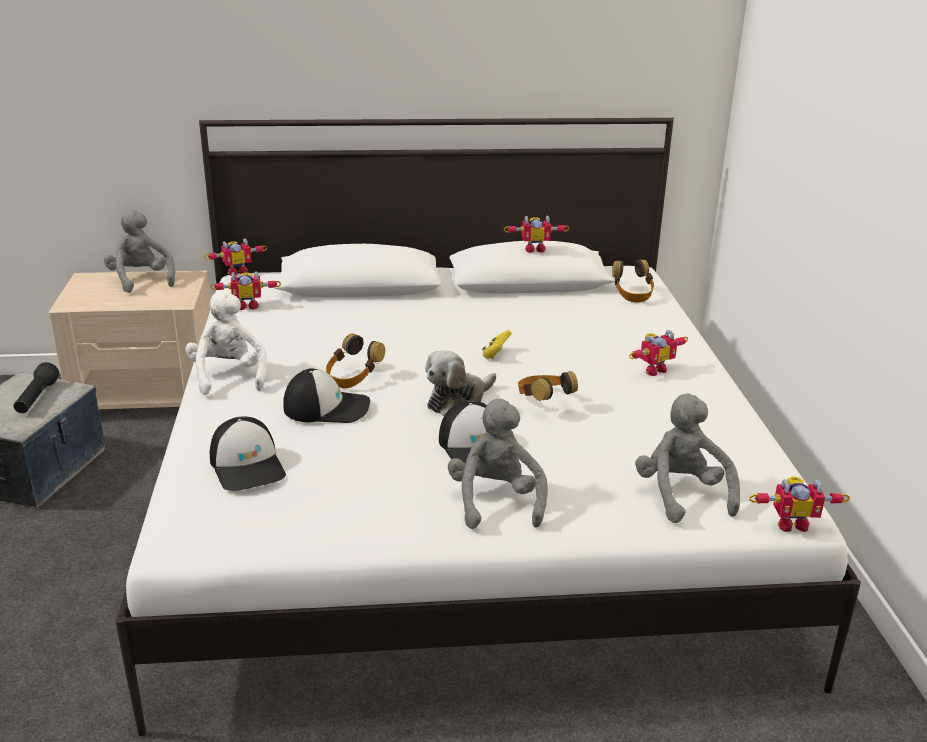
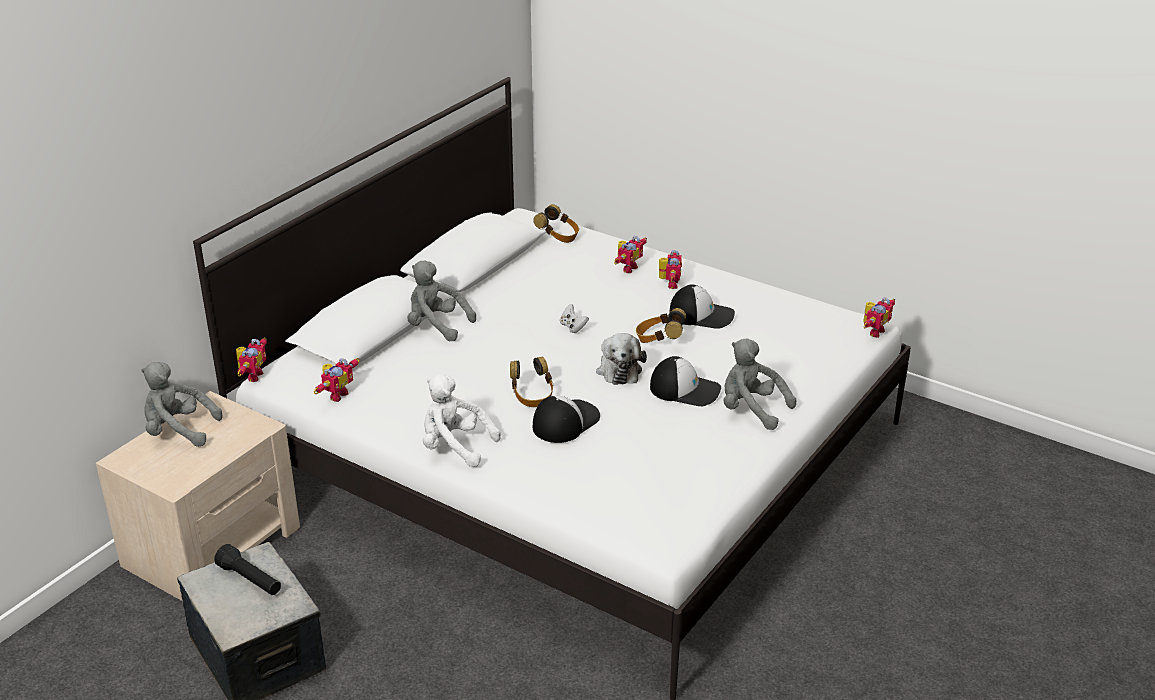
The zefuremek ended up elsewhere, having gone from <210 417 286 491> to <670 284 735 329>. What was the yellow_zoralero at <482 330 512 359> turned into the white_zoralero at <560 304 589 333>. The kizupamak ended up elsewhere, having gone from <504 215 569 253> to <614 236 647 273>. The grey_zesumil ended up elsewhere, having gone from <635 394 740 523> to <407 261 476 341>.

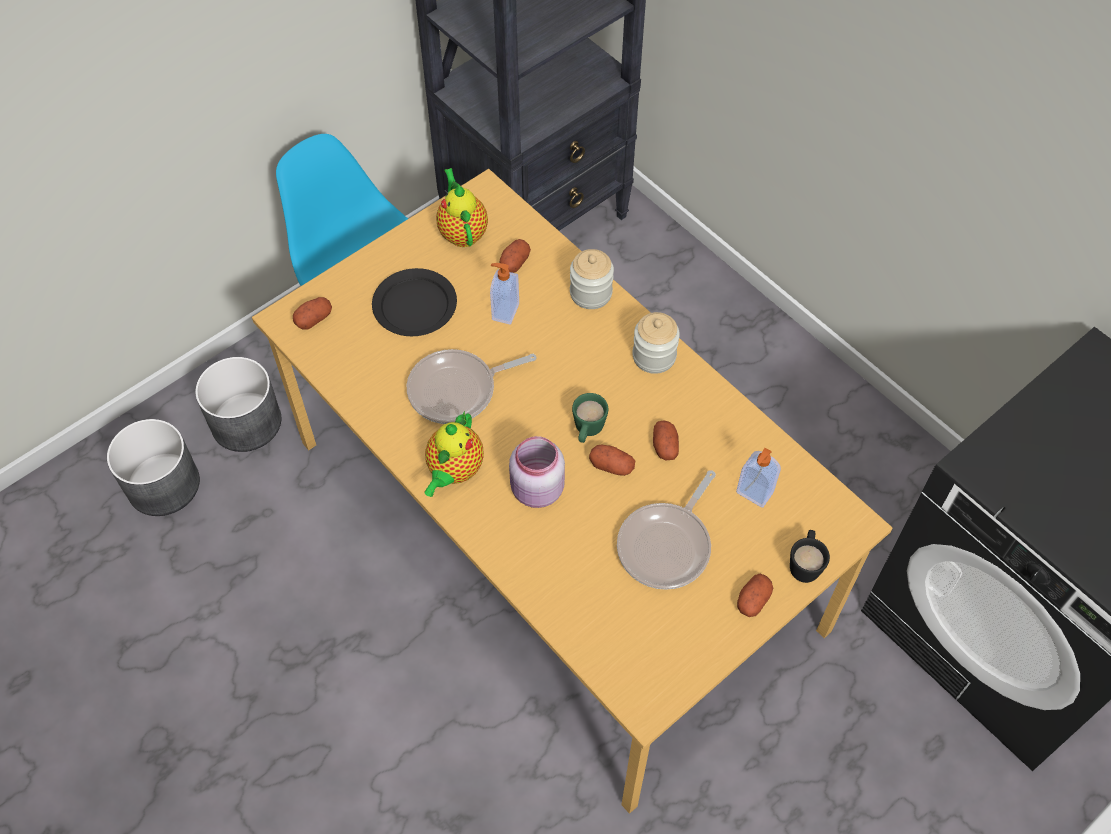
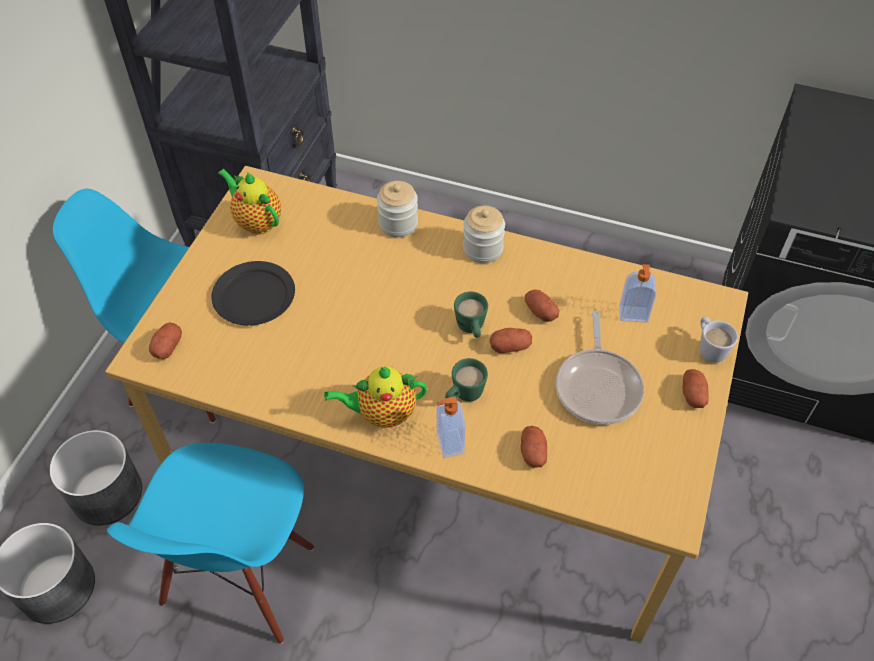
The second view lost the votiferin at <407 349 537 424>. The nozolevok at <424 411 484 497> ended up facing another way, 90 degrees clockwise from before. The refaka ended up elsewhere, having gone from <490 263 519 325> to <436 397 466 458>. The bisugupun ended up elsewhere, having gone from <500 239 531 273> to <521 426 547 468>. Where the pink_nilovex stood at <509 436 565 508>, the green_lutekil came to stand at <445 358 488 402>. What was the black_lutekil at <790 530 830 583> turned into the white_lutekil at <700 317 738 363>. The second view gained the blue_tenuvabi at <107 443 314 644>.

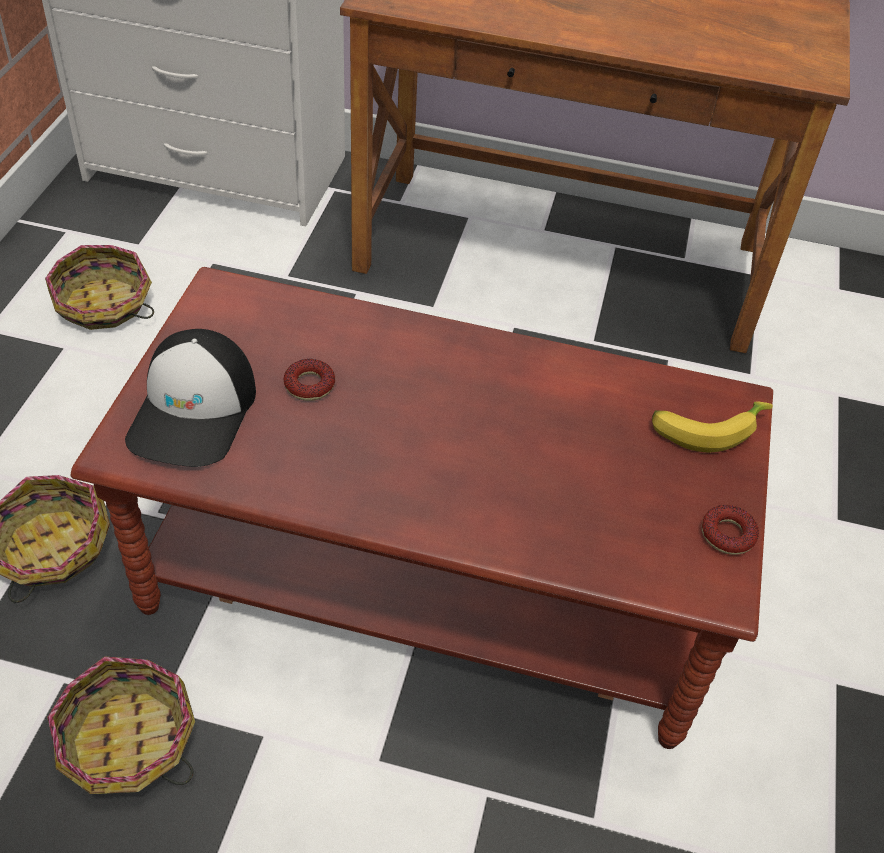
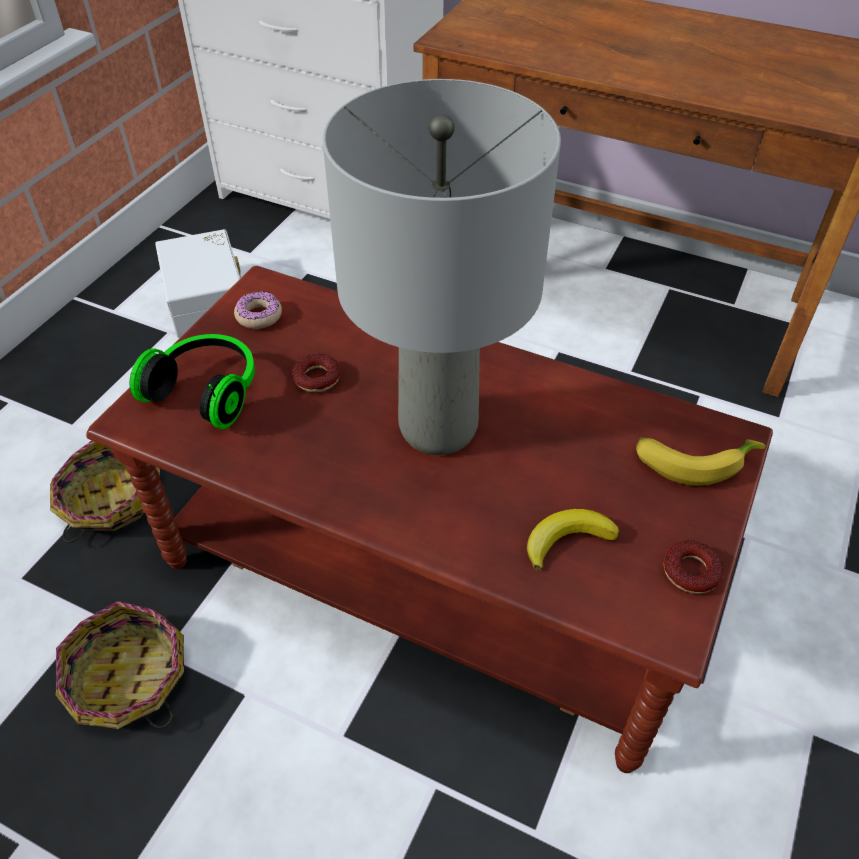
Where the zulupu stood at <45 245 154 330>, the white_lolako came to stand at <155 229 241 338>. Where the zefuremek stood at <125 329 256 467>, the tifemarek came to stand at <130 334 255 429>. The second view gained the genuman at <234 291 282 329>. The second view gained the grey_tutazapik at <323 79 561 455>. The second view gained the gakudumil at <527 509 619 571>.

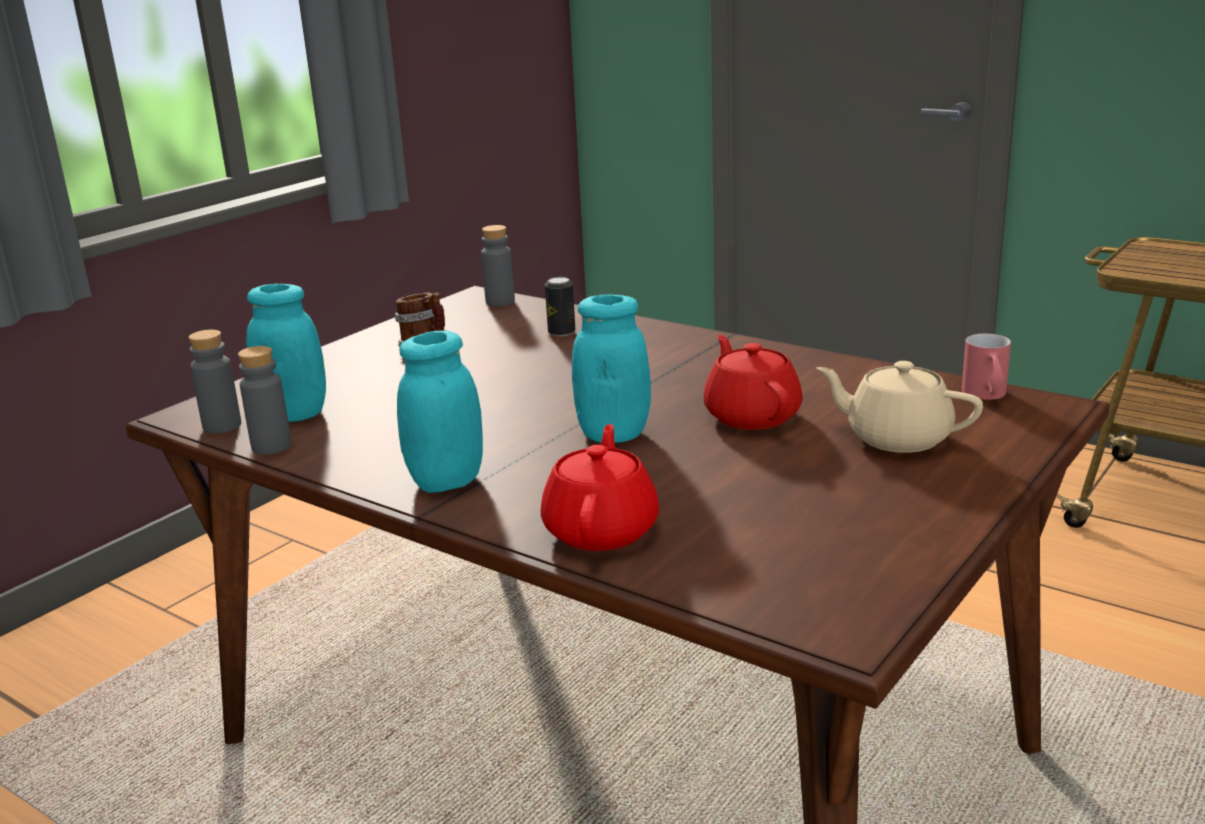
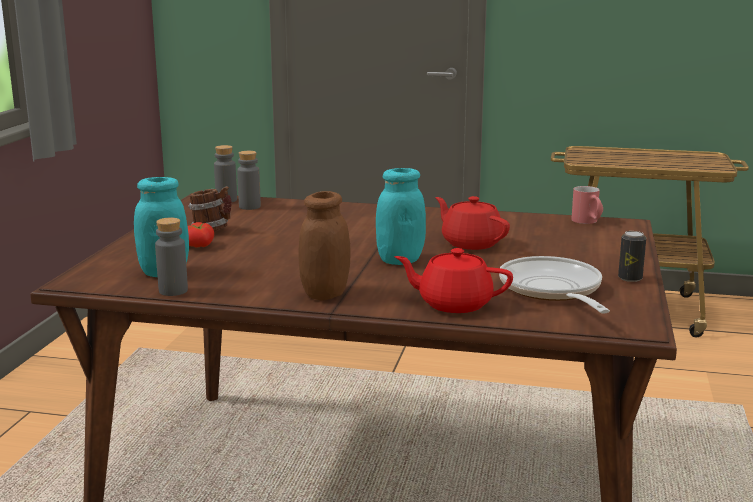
The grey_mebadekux ended up elsewhere, having gone from <188 330 241 433> to <237 151 261 210>. What was the turquoise_nilovex at <397 331 483 493> turned into the brown_nilovex at <298 191 351 301>. The red_nozolevok at <541 424 659 551> ended up facing another way, 60 degrees counterclockwise from before. The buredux ended up elsewhere, having gone from <545 277 575 336> to <618 231 646 282>. The second view lost the beige_nozolevok at <816 361 983 453>. The second view gained the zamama at <188 222 214 248>. The second view gained the votiferin at <499 256 610 314>.

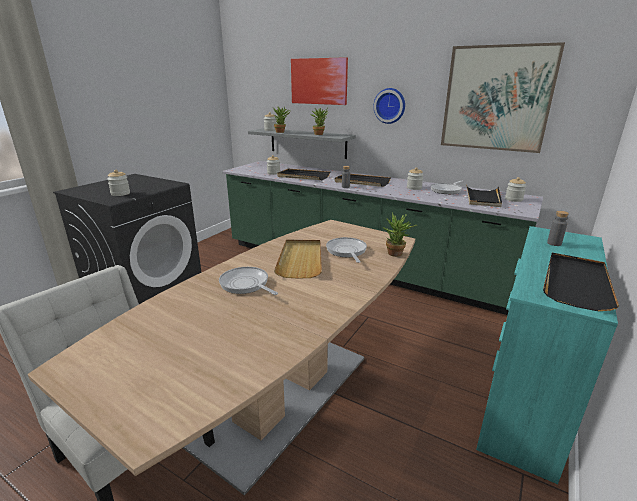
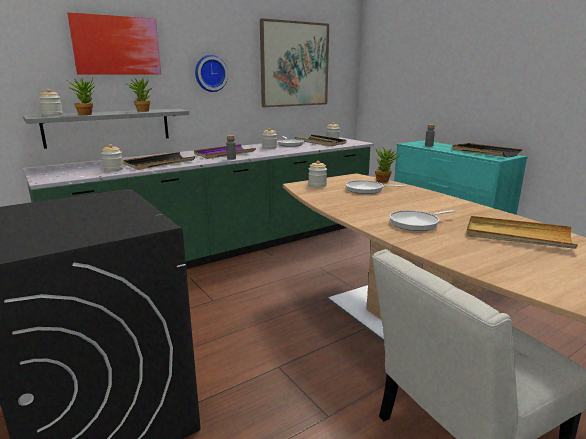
The nilovex ended up elsewhere, having gone from <107 170 130 196> to <308 160 327 187>. The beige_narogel ended up elsewhere, having gone from <274 240 322 279> to <466 216 578 249>. What was the black_narogel at <335 174 391 187> turned into the purple_narogel at <194 144 256 159>.

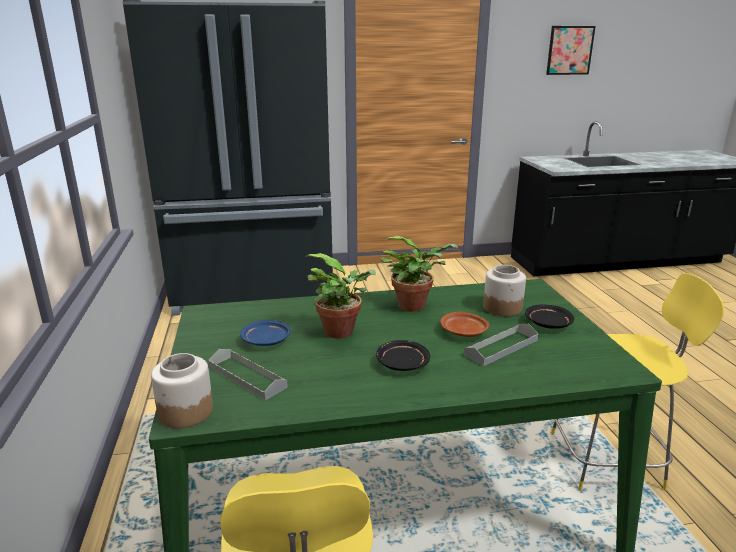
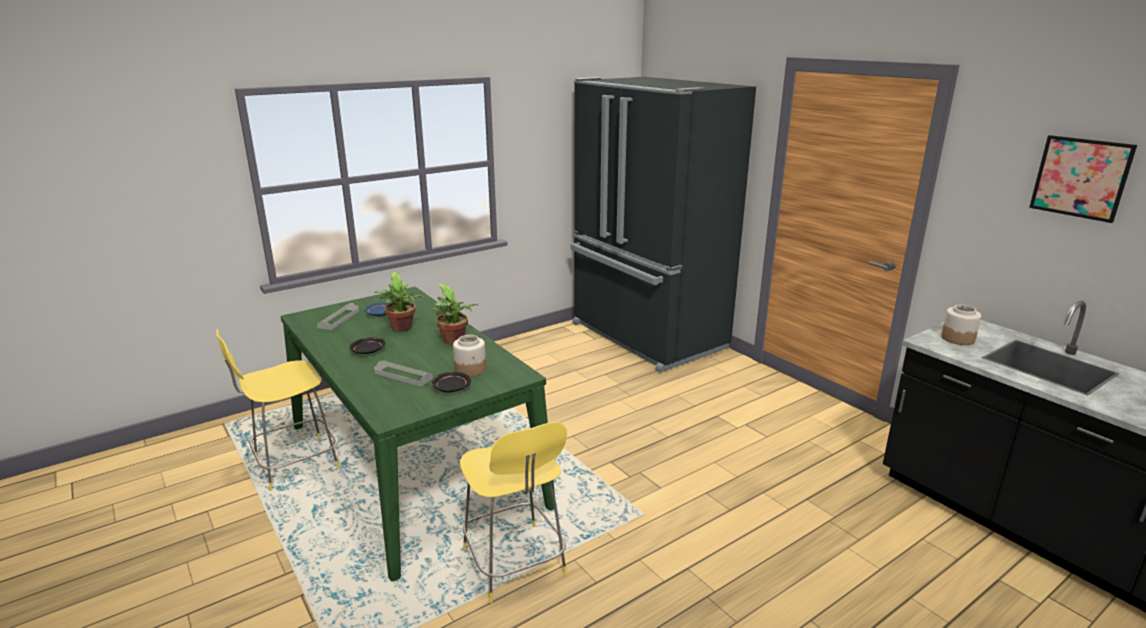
The nilovex ended up elsewhere, having gone from <151 353 213 428> to <941 305 981 345>. The second view lost the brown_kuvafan at <440 312 490 337>.

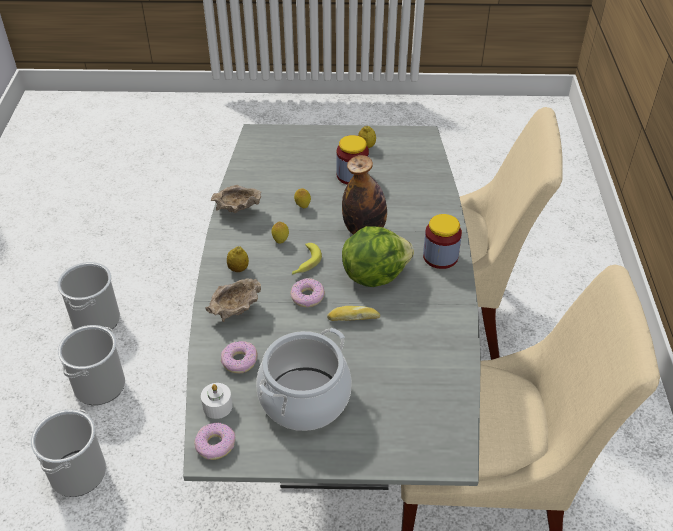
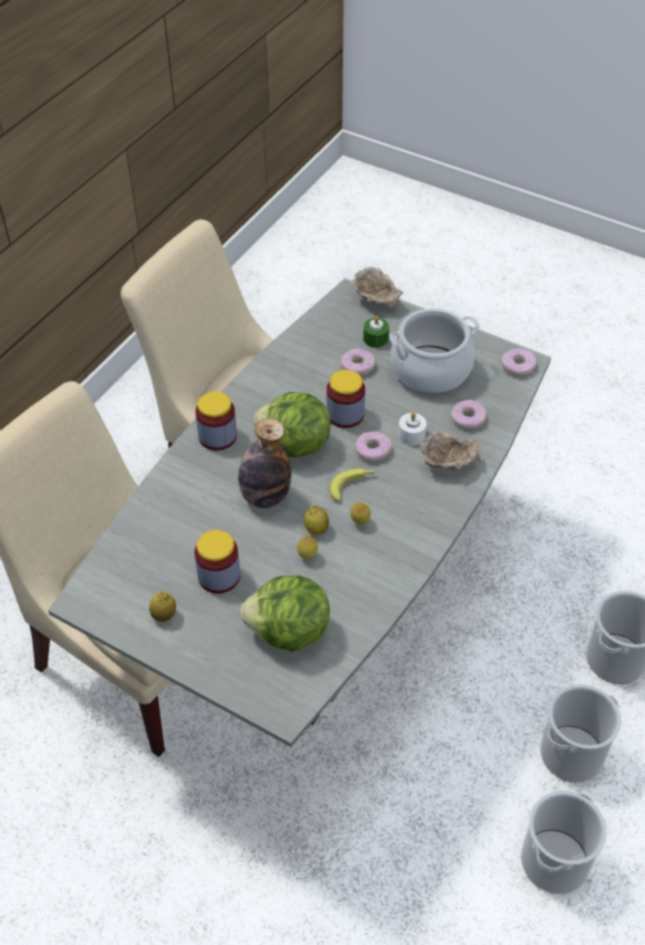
The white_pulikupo ended up elsewhere, having gone from <201 383 233 419> to <398 412 427 445>. The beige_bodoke ended up elsewhere, having gone from <211 185 261 213> to <352 267 403 308>. The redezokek ended up elsewhere, having gone from <227 246 249 272> to <304 505 329 535>. Where the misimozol stood at <327 306 380 321>, the nilovex came to stand at <327 370 365 428>. The second view gained the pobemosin at <240 575 330 652>. The second view gained the genuman at <341 349 376 375>. The second view gained the green_pulikupo at <363 316 389 348>.

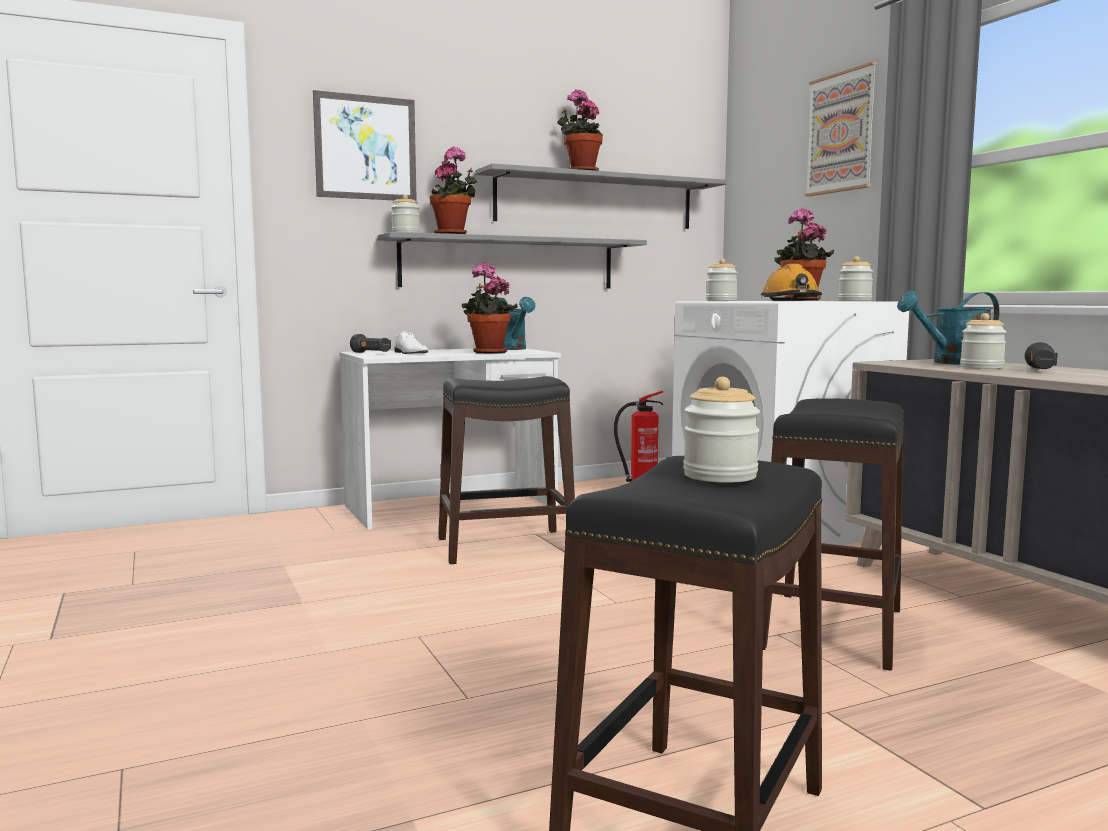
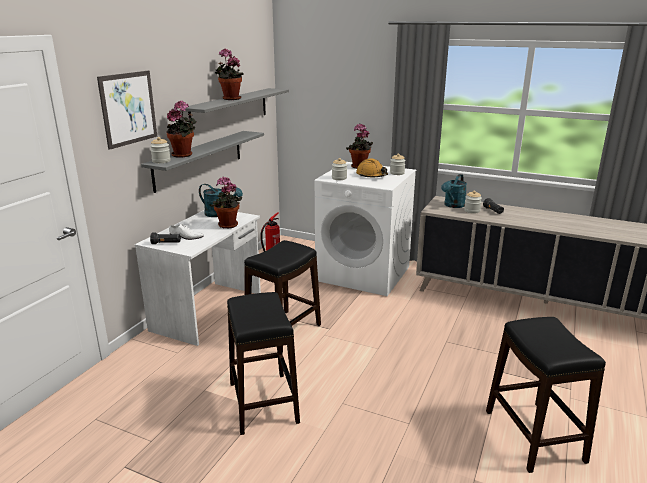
The second view lost the nilovex at <683 377 760 483>. The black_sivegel ended up elsewhere, having gone from <763 398 904 671> to <227 292 300 435>. The second view lost the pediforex at <805 61 877 196>.

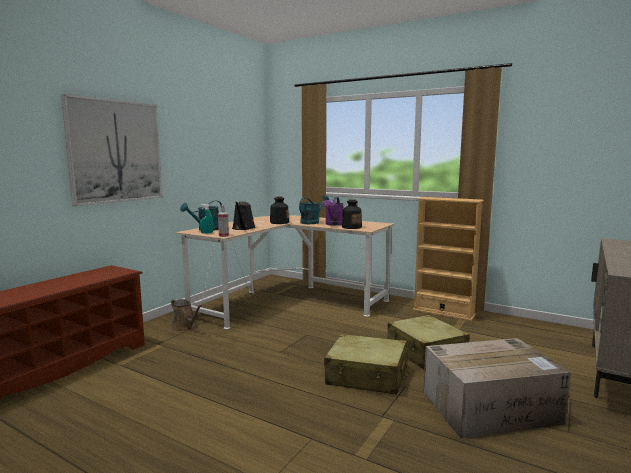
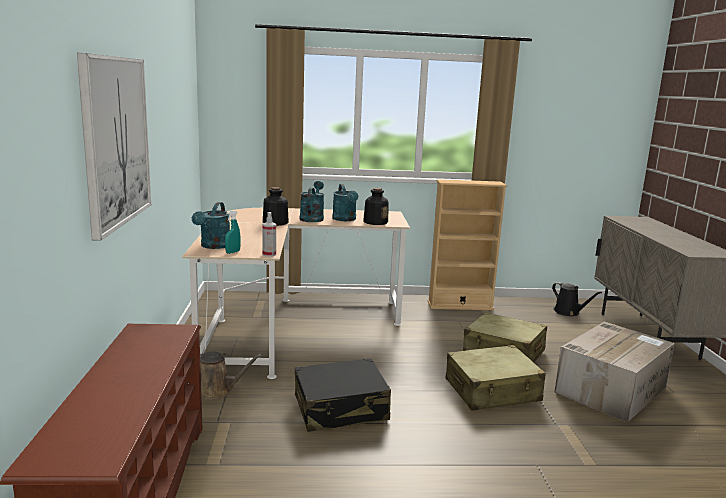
The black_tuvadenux ended up elsewhere, having gone from <232 201 256 230> to <552 282 602 316>. What was the purple_tuvadenux at <323 197 344 226> turned into the turquoise_tuvadenux at <332 184 358 221>. The second view gained the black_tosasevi at <295 358 391 432>.

